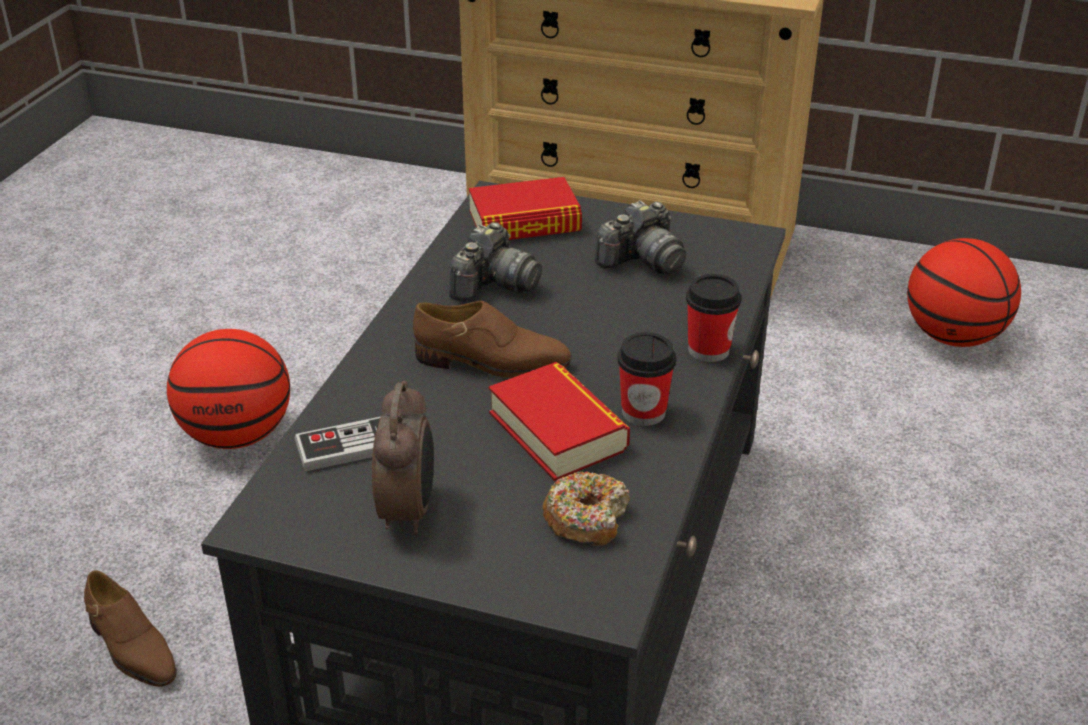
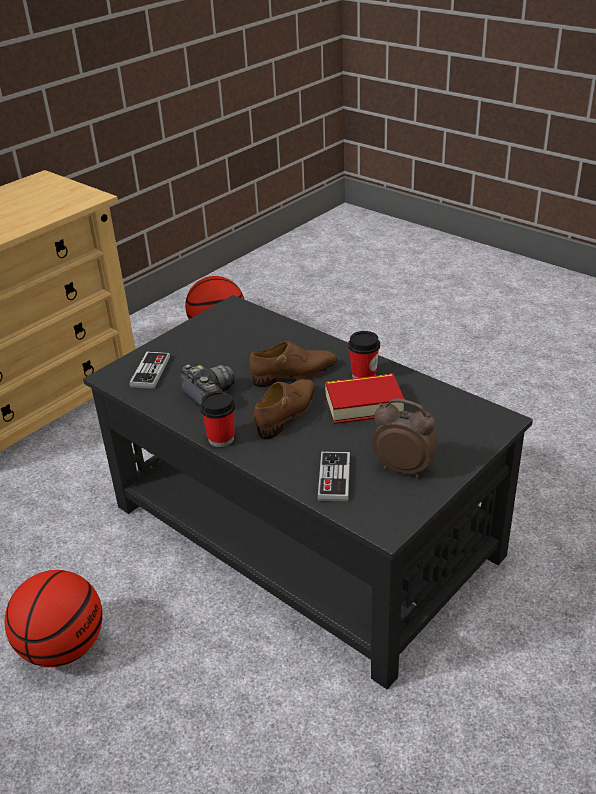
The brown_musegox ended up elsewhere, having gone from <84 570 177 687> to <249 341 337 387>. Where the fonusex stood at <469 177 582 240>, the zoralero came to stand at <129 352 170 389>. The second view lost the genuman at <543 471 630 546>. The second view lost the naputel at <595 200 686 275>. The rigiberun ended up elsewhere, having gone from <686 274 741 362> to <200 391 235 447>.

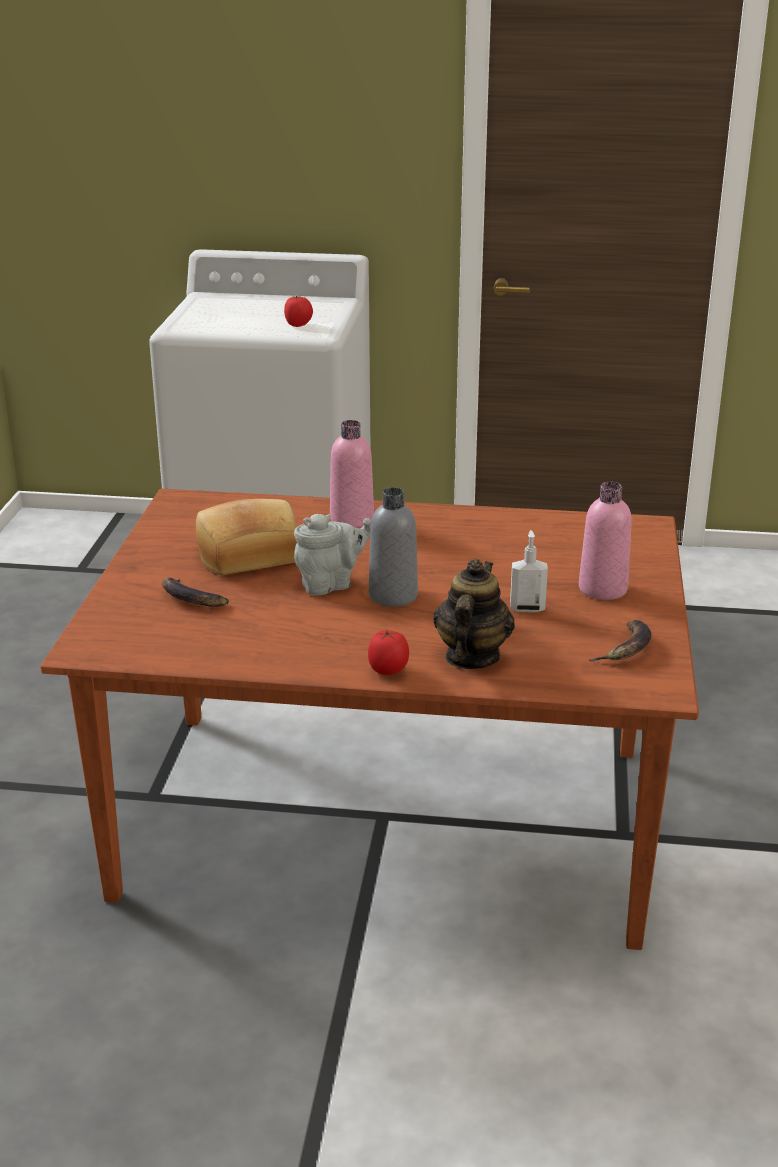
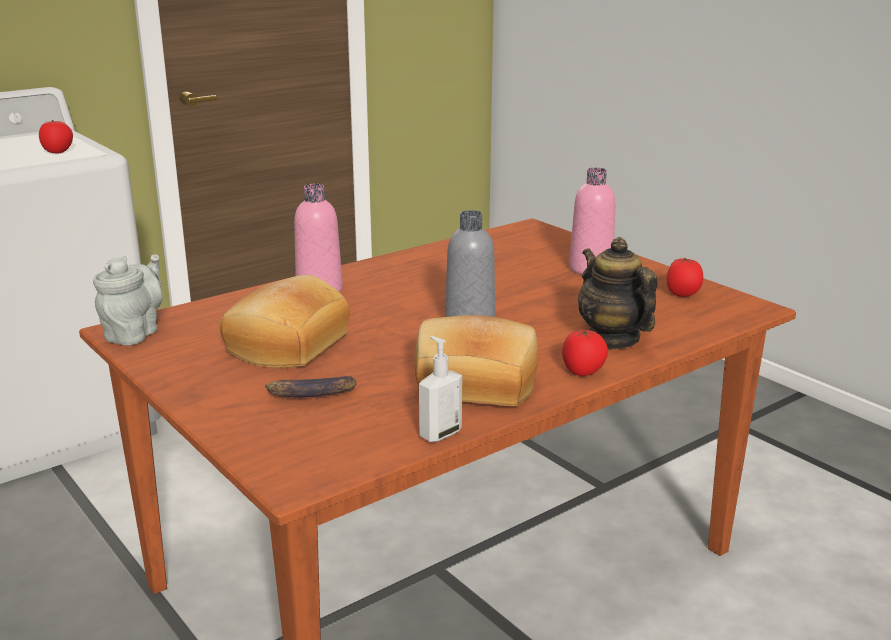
The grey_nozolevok ended up elsewhere, having gone from <294 514 371 595> to <93 254 163 345>. The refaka ended up elsewhere, having gone from <510 530 548 613> to <419 336 462 442>. Where the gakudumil stood at <589 620 651 662>, the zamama came to stand at <667 257 703 297>. The second view gained the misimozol at <415 315 538 407>.

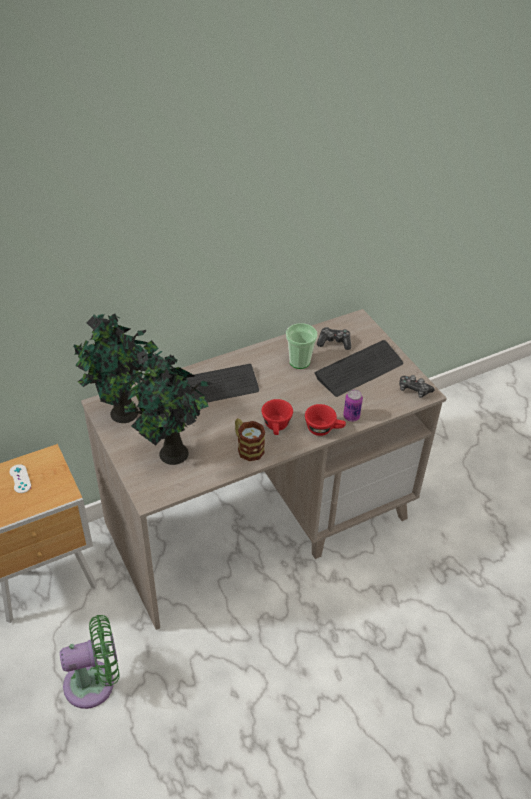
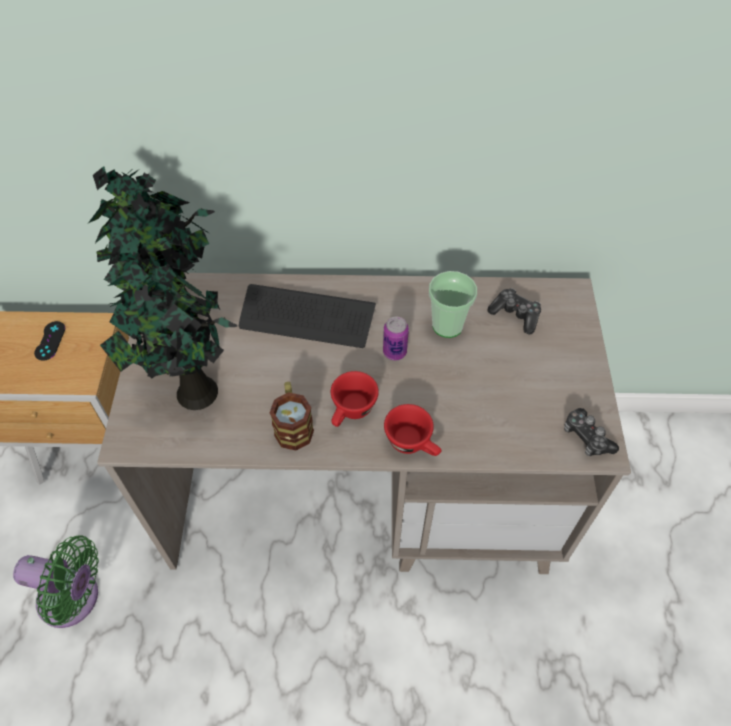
What was the white_zoralero at <10 464 31 493> turned into the black_zoralero at <34 321 65 361>. The second view lost the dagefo at <314 340 403 397>. The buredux ended up elsewhere, having gone from <343 390 363 422> to <383 317 409 361>.

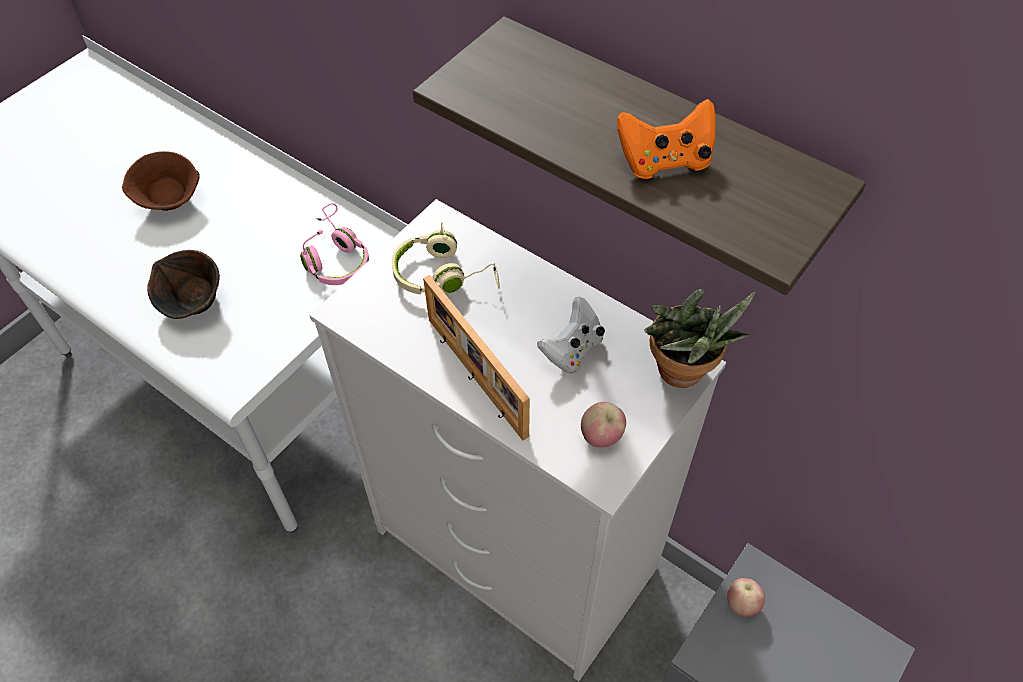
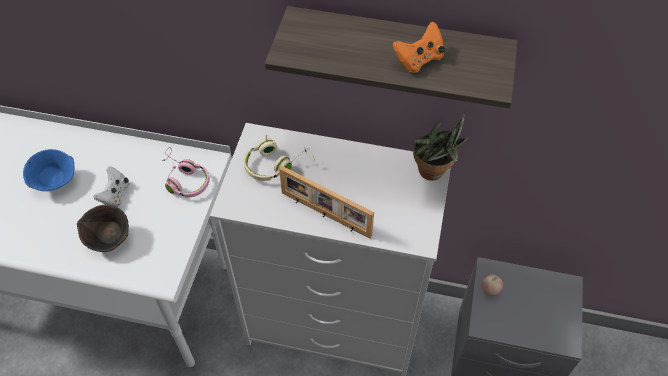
What was the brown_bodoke at <122 151 200 211> turned into the blue_bodoke at <23 149 74 191>. The white_zoralero ended up elsewhere, having gone from <537 297 605 374> to <93 166 129 207>. The second view lost the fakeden at <581 402 626 447>.

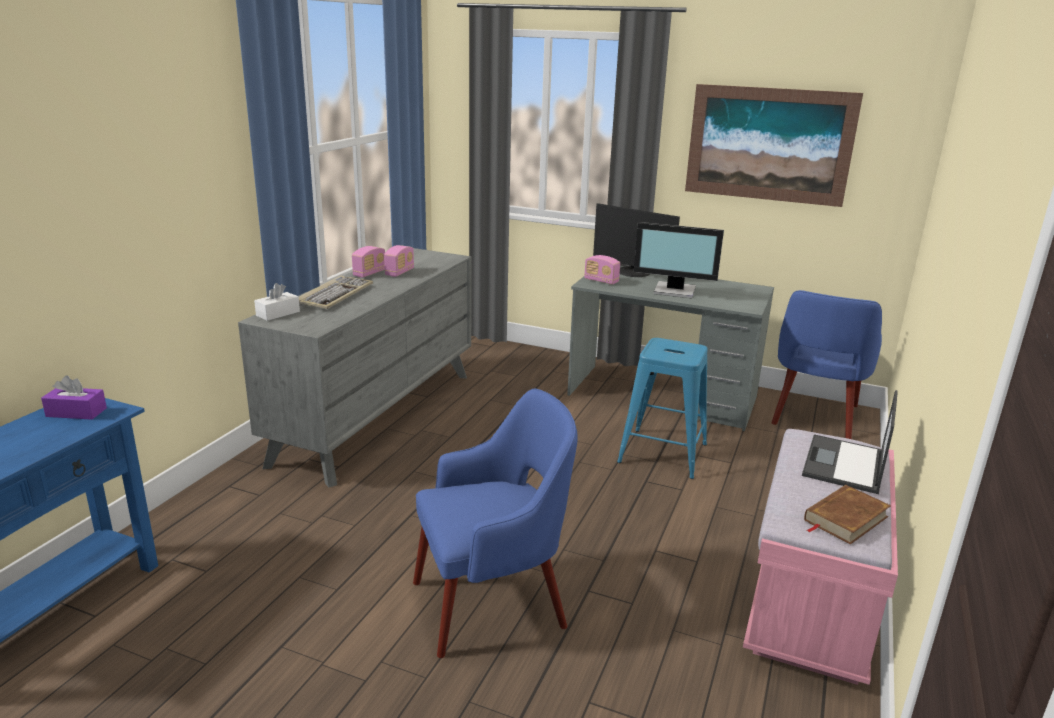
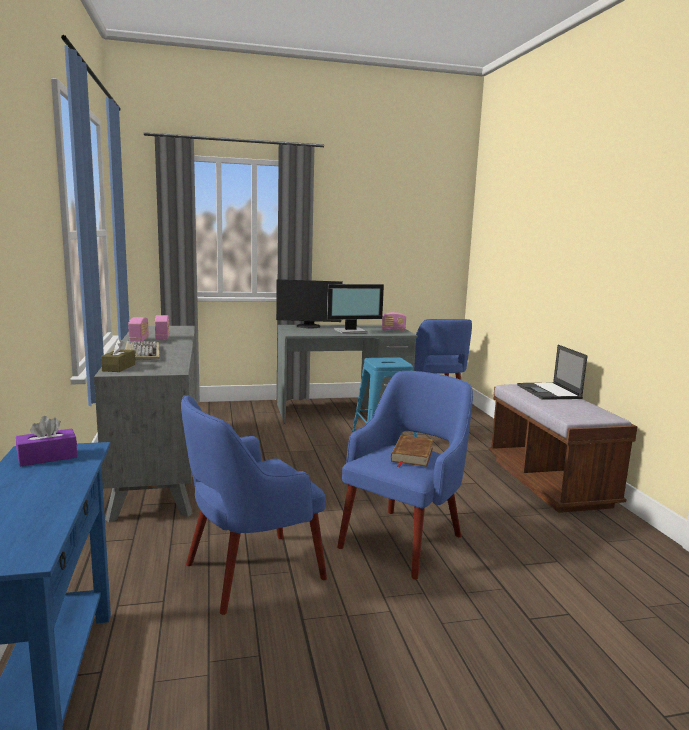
What was the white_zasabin at <254 283 300 321> turned into the brown_zasabin at <101 339 135 372>. The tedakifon ended up elsewhere, having gone from <584 255 620 285> to <382 312 406 331>. The second view lost the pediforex at <685 84 863 207>. What was the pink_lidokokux at <743 429 898 685> turned into the brown_lidokokux at <488 384 638 513>. The brown_fonusex ended up elsewhere, having gone from <804 485 891 544> to <391 435 434 467>. The second view gained the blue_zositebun at <181 395 327 615>.

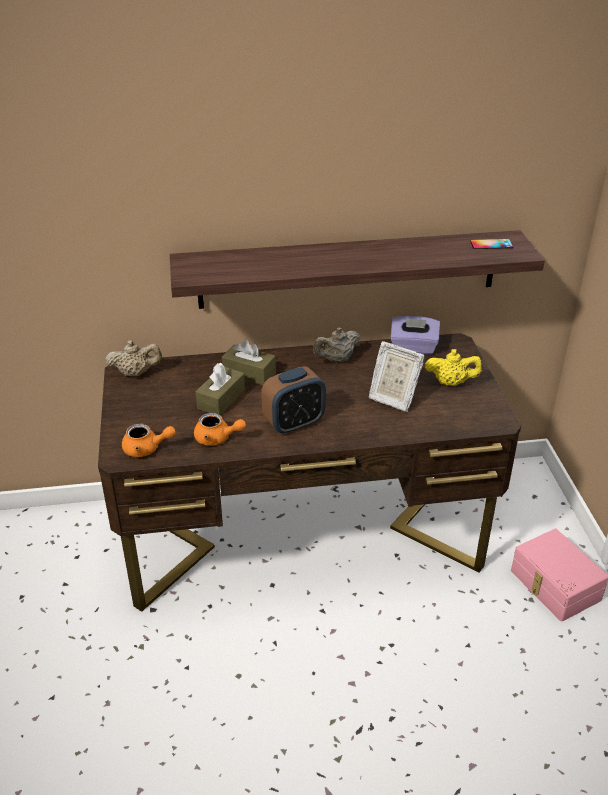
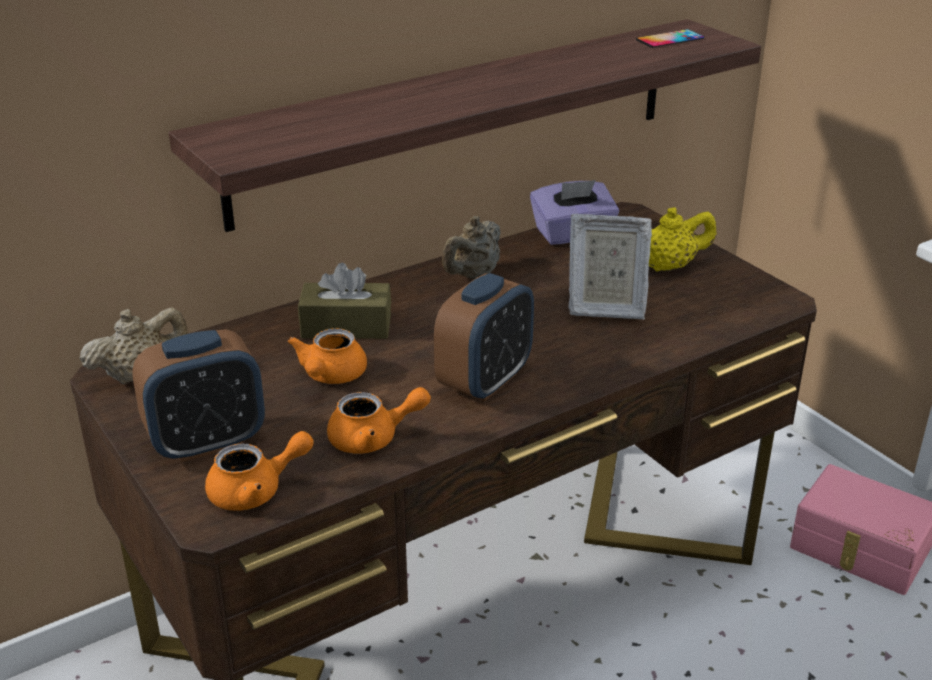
Where the brown_zasabin stood at <195 363 245 415>, the orange_nozolevok came to stand at <288 328 367 384>. The second view gained the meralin at <132 329 265 462>.

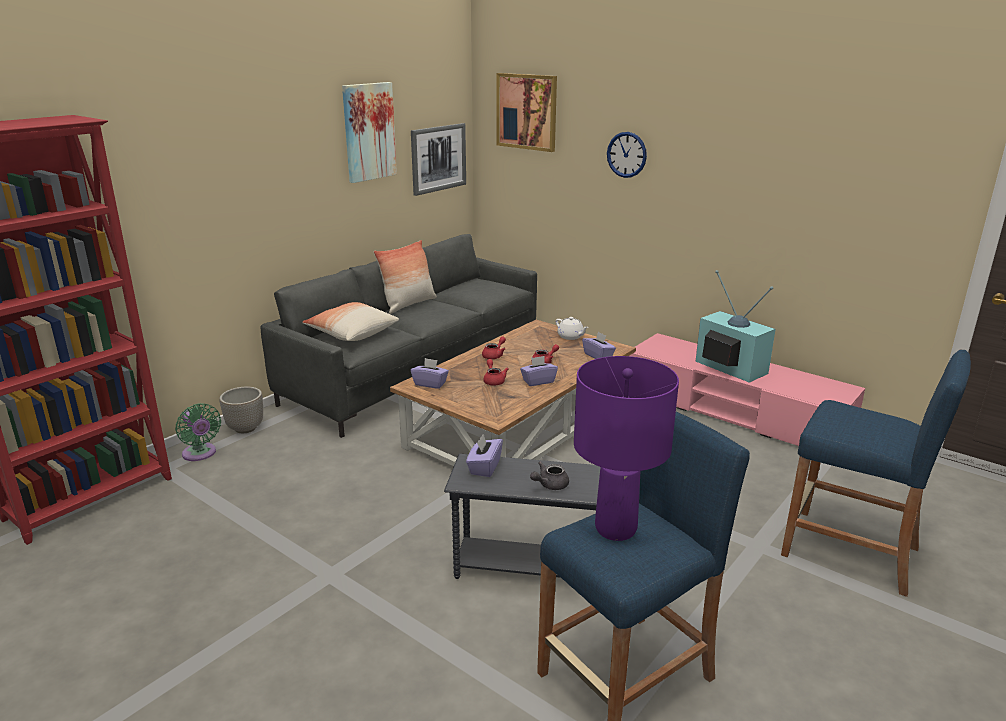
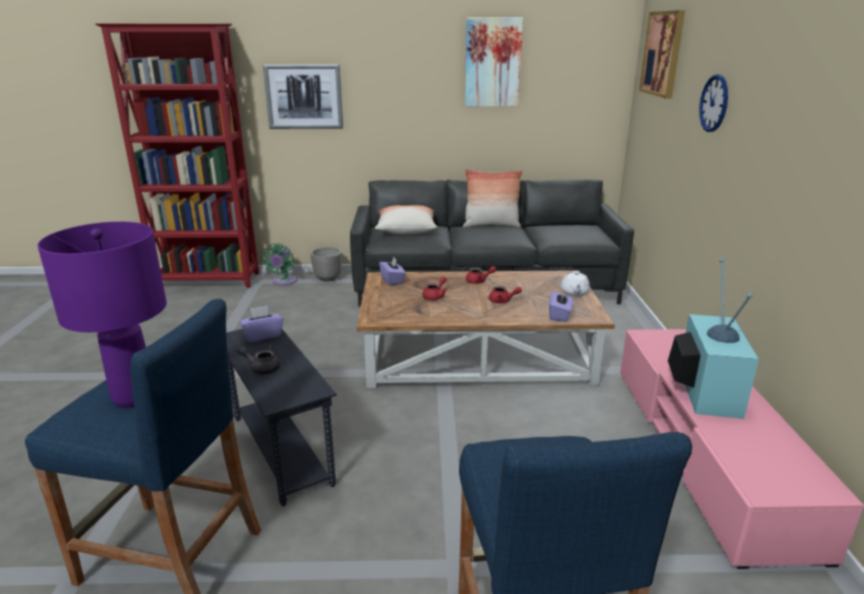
The pediforex ended up elsewhere, having gone from <411 123 466 196> to <263 64 343 129>. The second view lost the purple_zasabin at <520 356 558 386>.

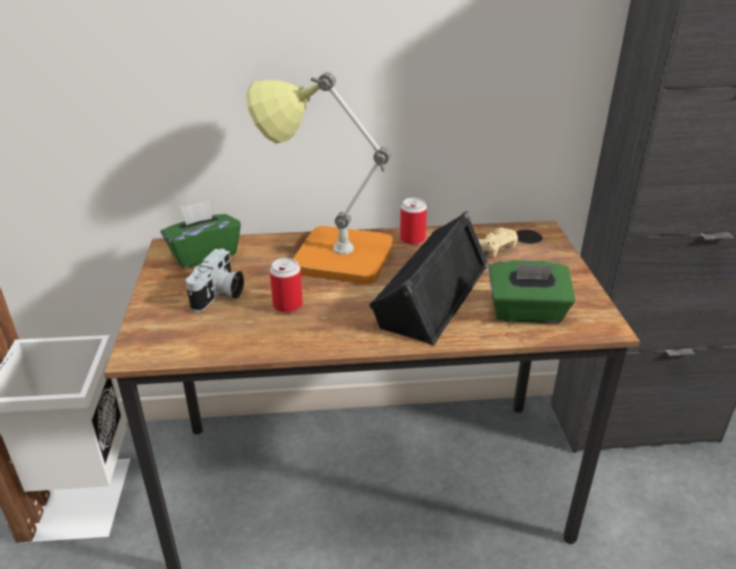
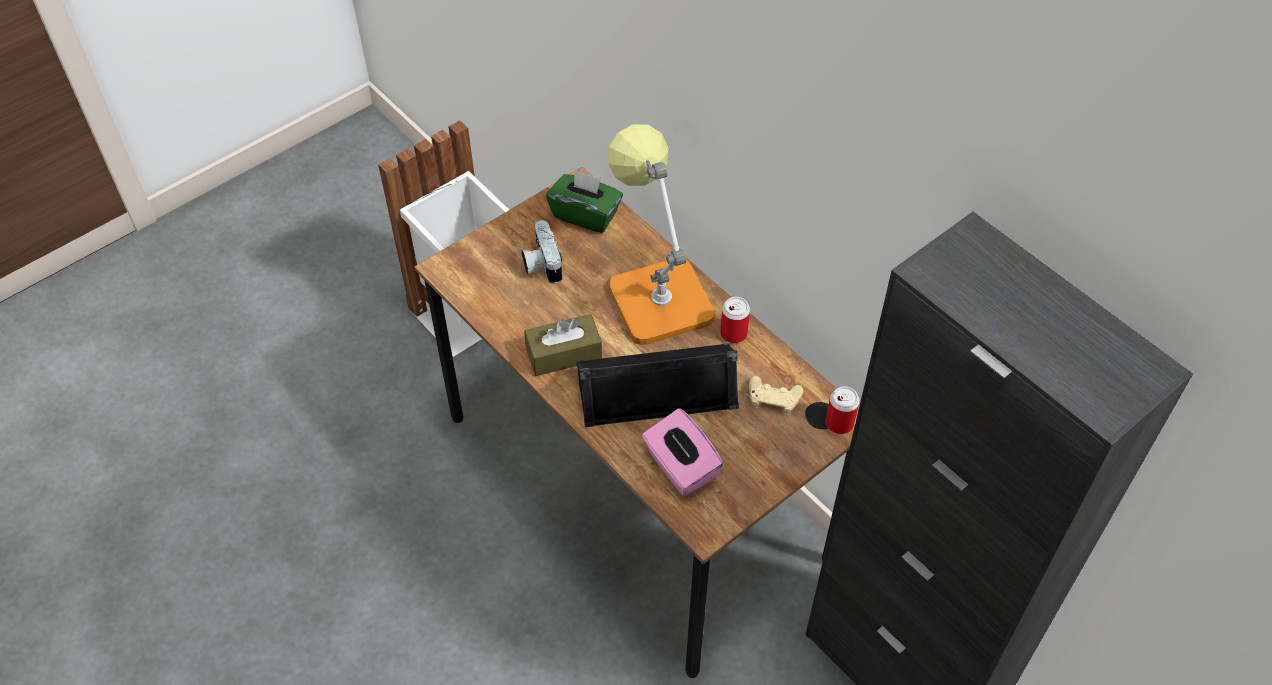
The naputel at <186 248 244 312> ended up facing another way, 90 degrees clockwise from before. The buredux ended up elsewhere, having gone from <270 258 303 313> to <826 386 860 434>. What was the green_zasabin at <488 260 575 323> turned into the pink_zasabin at <642 408 724 496>. The second view gained the brown_zasabin at <524 314 602 376>.

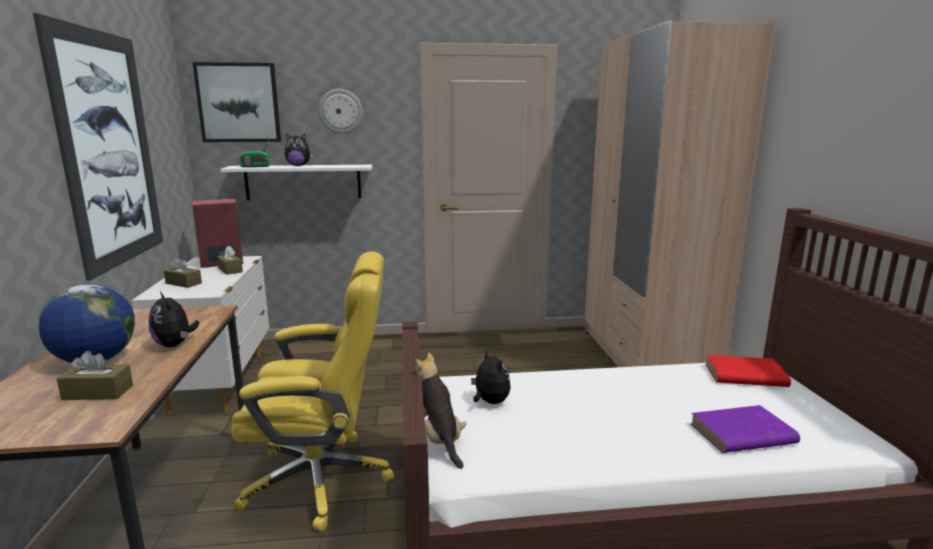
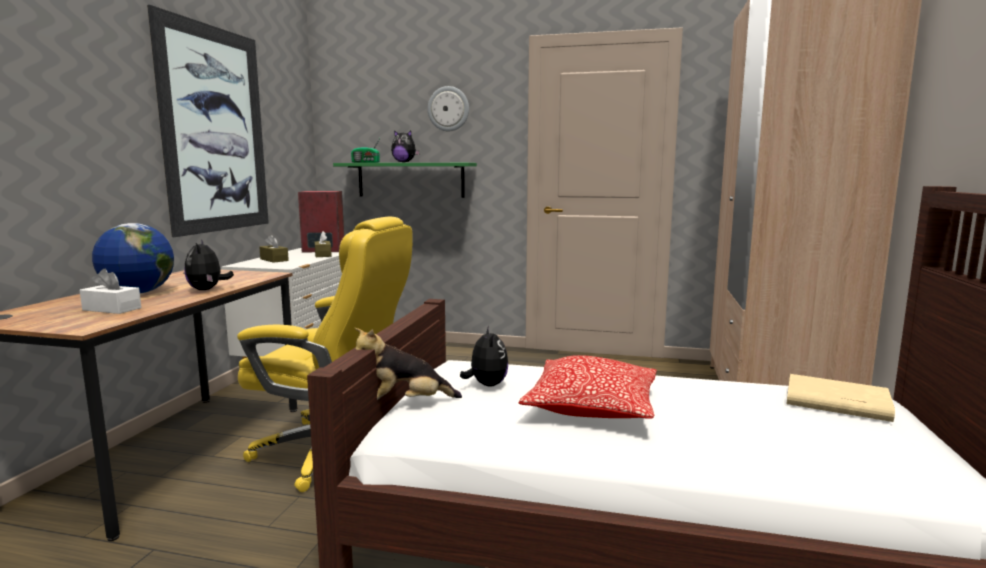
What was the brown_zasabin at <56 351 133 400> turned into the white_zasabin at <80 269 141 314>. The second view lost the pediforex at <193 62 281 142>. What was the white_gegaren at <220 165 372 200> turned into the green_gegaren at <333 163 477 198>. The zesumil at <416 353 467 469> ended up facing another way, 105 degrees counterclockwise from before. The second view lost the purple_fonusex at <691 405 800 453>. What was the red_fonusex at <705 355 791 387> turned into the beige_fonusex at <787 374 895 422>. The second view gained the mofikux at <519 355 657 419>.

